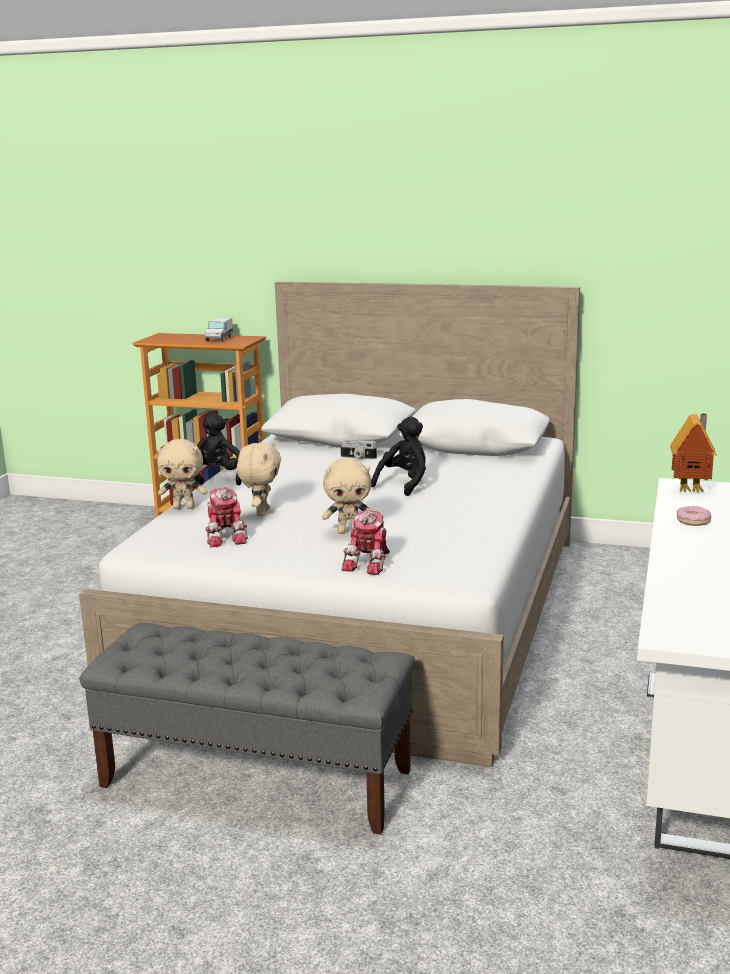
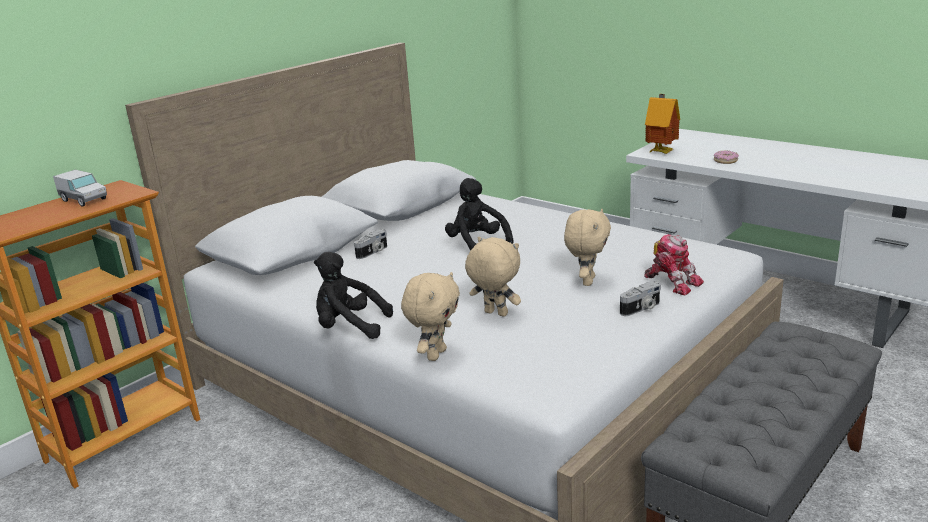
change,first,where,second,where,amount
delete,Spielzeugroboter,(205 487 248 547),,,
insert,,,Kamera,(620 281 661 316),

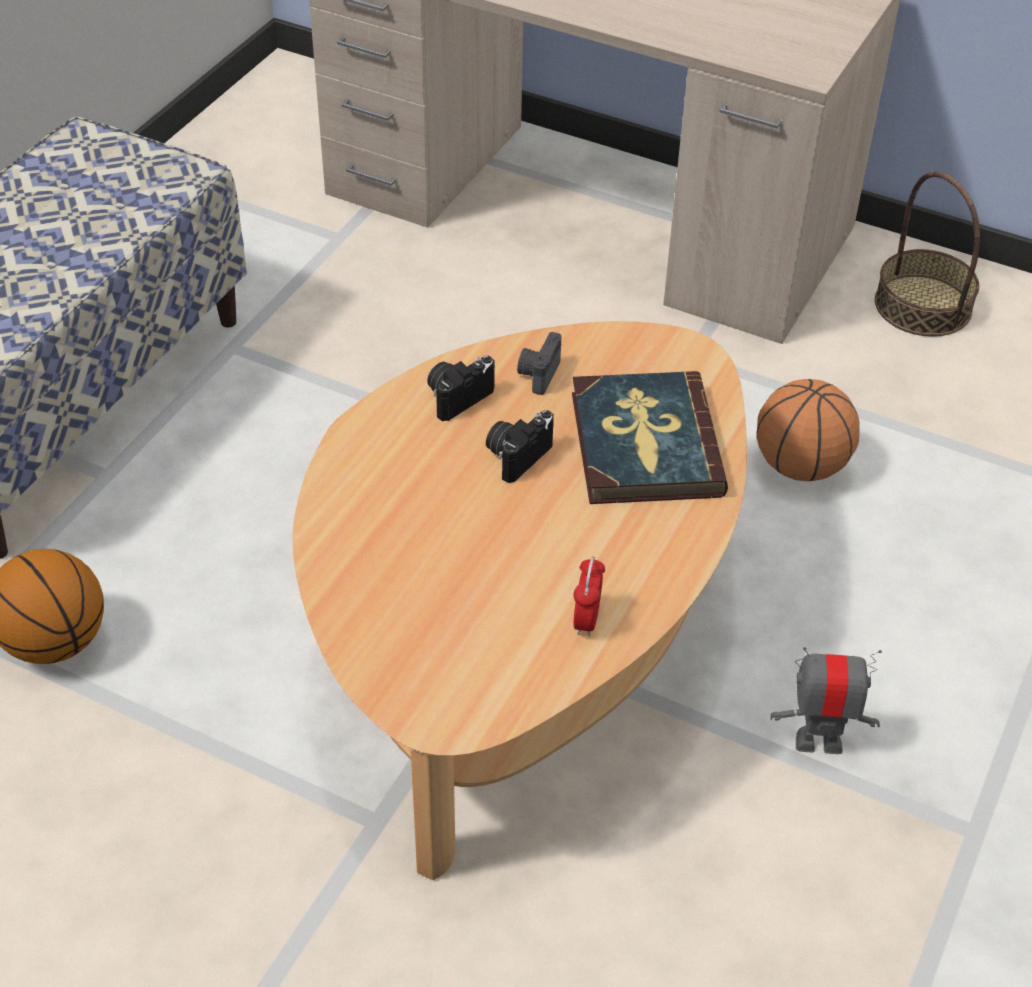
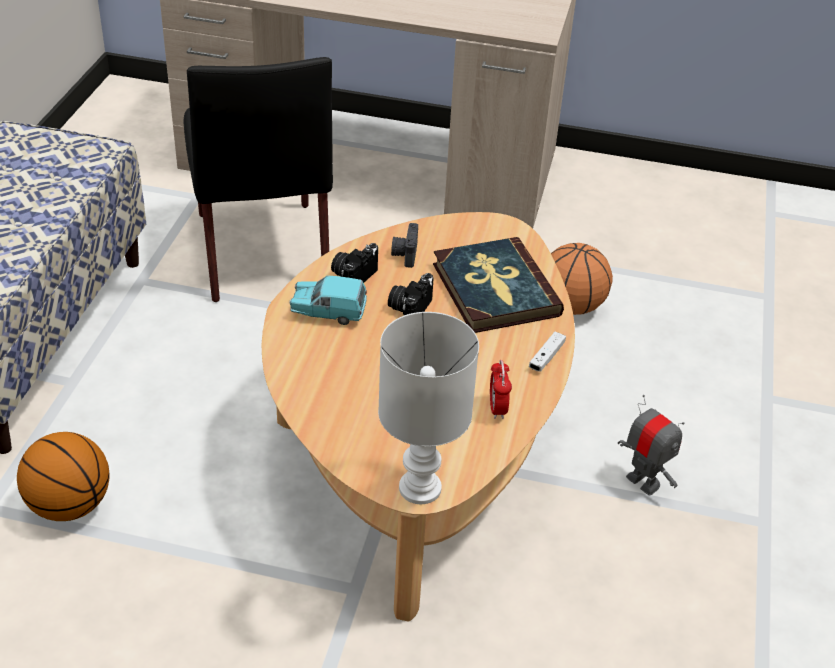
change,first,where,second,where,amount
rotate,Spielzeugroboter,(771 647 882 754),,(618 395 685 496),60 degrees clockwise
delete,Korb,(875 171 980 337),,,
insert,,,Stuhl [schwarz],(183 57 333 302),
insert,,,Spielzeugauto [türkis],(289 276 367 325),
insert,,,Tischlampe [weiß],(378 312 479 504),
insert,,,Gamepad [weiß],(529 332 566 372),

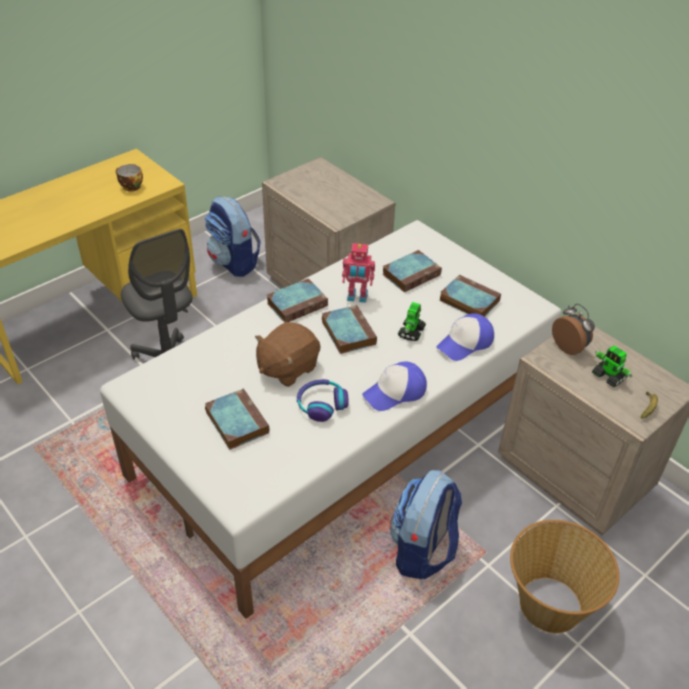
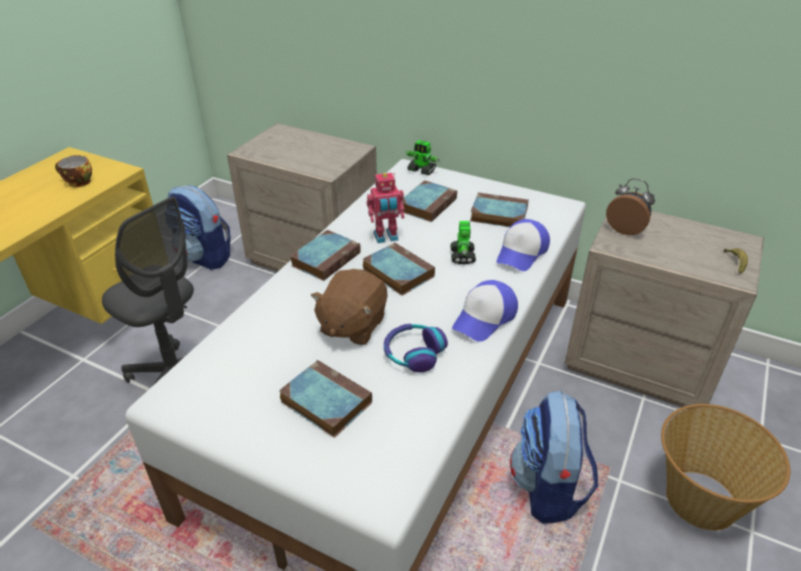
change,first,where,second,where,amount
move,Spielzeugroboter,(592 345 632 387),,(406 140 440 176),

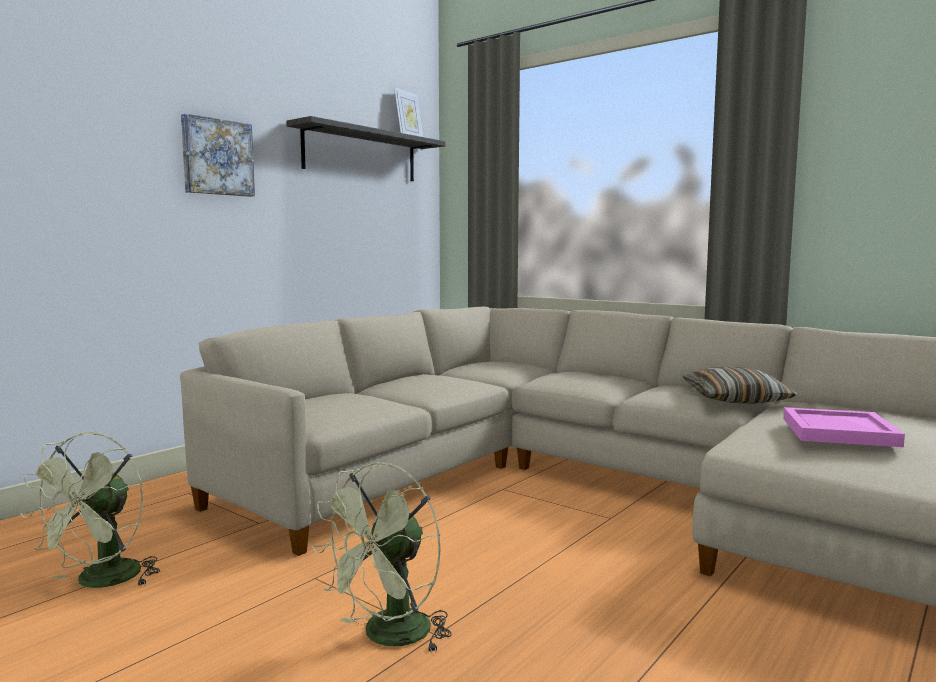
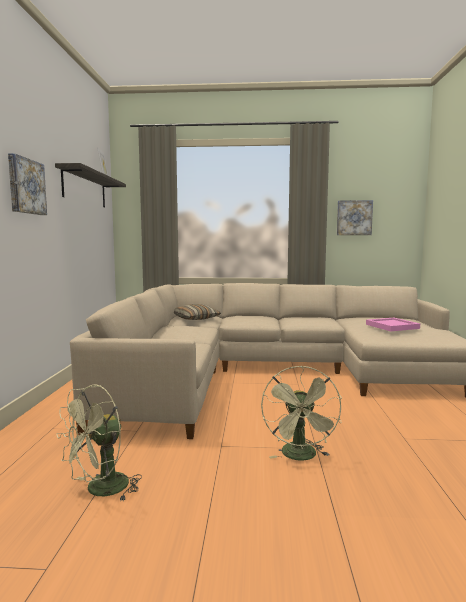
change,first,where,second,where,amount
rotate,Ventilator [grün],(20 432 160 588),,(57 384 142 500),60 degrees clockwise
move,Kissen,(683 367 797 404),,(174 304 221 320),
insert,,,Bild,(337 200 373 235),

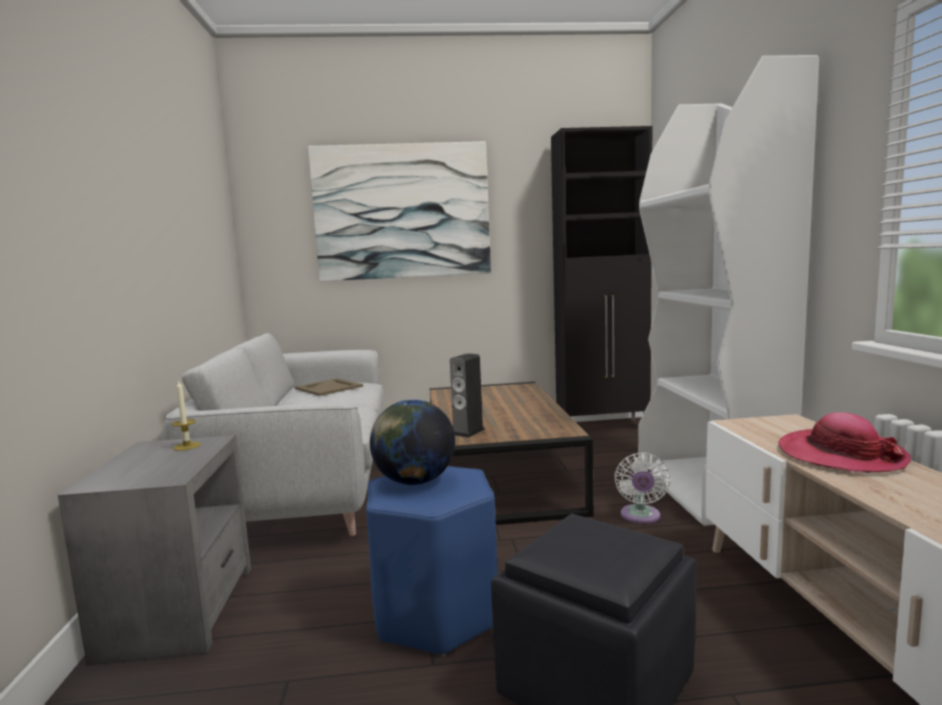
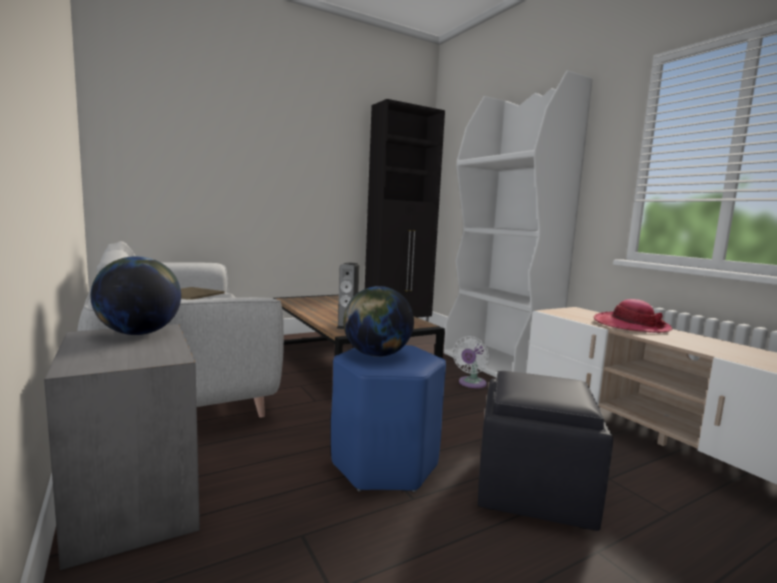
change,first,where,second,where,amount
replace,Kerze,(172 380 201 451),Globus,(90 256 181 335),
delete,Bild,(308 141 491 281),,,
rotate,Ventilator [weiß],(614 453 670 524),,(453 336 490 388),45 degrees clockwise

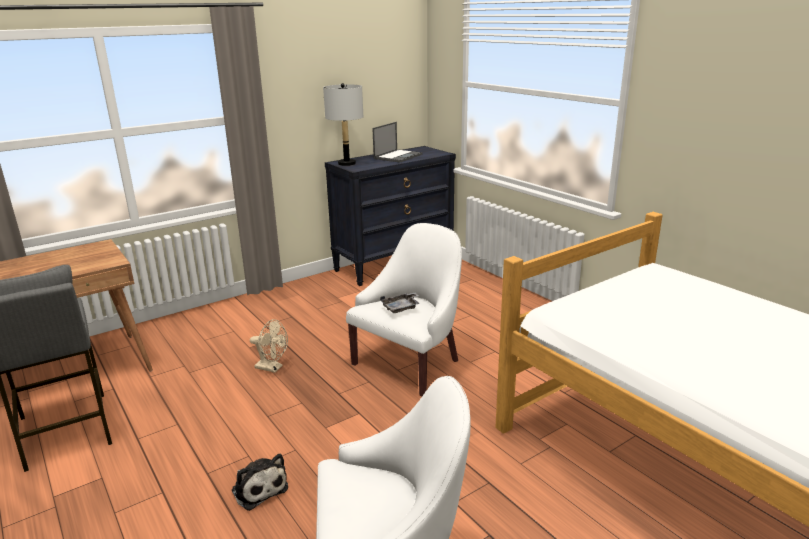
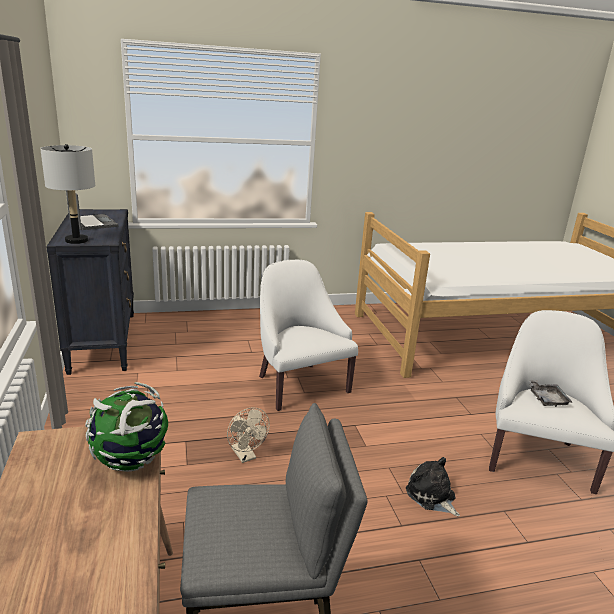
change,first,where,second,where,amount
rotate,Plüschtier,(232 454 288 511),,(406 457 460 516),105 degrees counterclockwise
rotate,Ventilator [beige],(250 319 288 373),,(227 408 270 463),105 degrees clockwise
move,Tablett [grau],(380 292 420 313),,(528 380 573 407),
insert,,,Globus,(85 382 168 472),

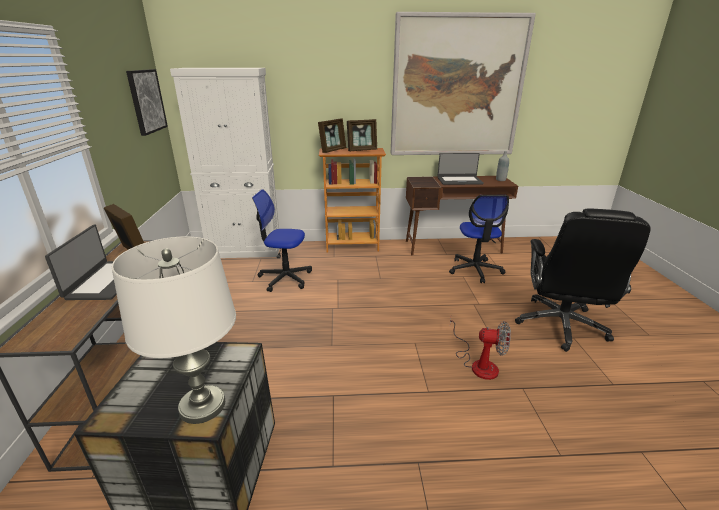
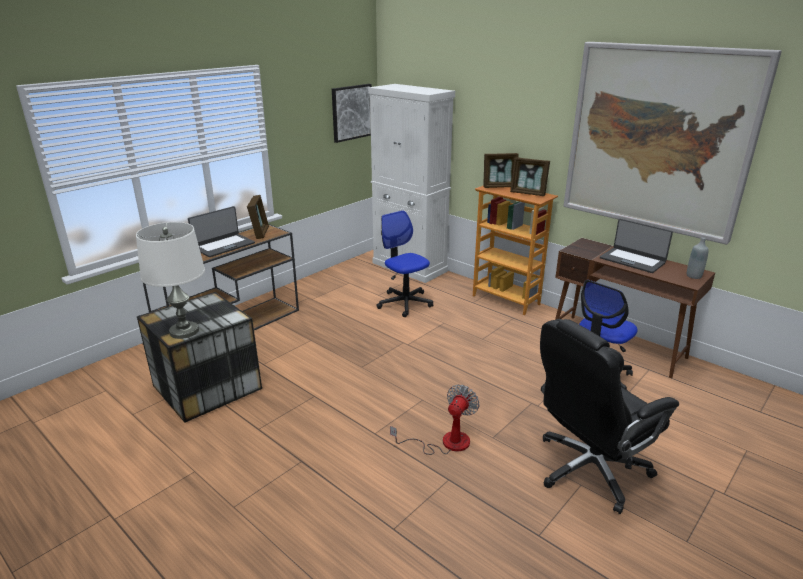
change,first,where,second,where,amount
rotate,Ventilator,(450 319 511 380),,(390 385 480 455),120 degrees counterclockwise

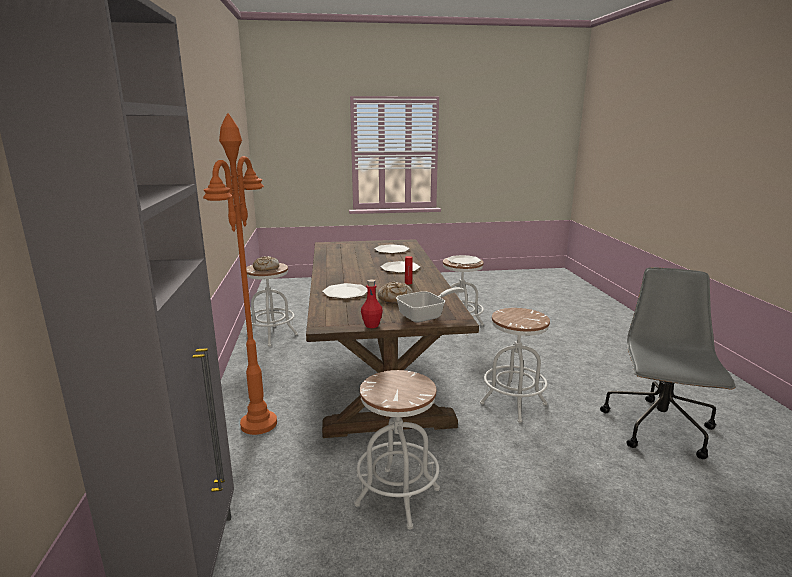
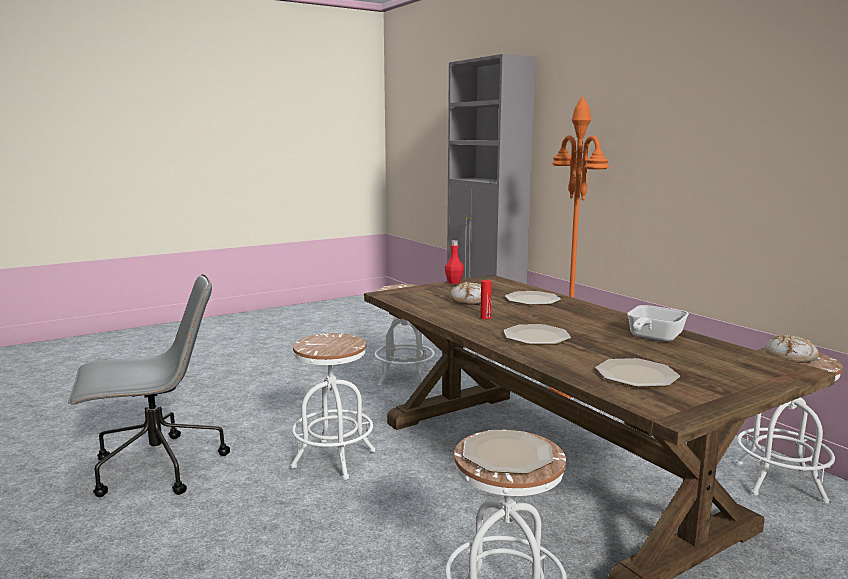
change,first,where,second,where,amount
move,Pfanne,(396 287 464 323),,(627 305 689 342),
rotate,Bürostuhl [grau],(600 267 736 459),,(68 274 230 497),105 degrees counterclockwise

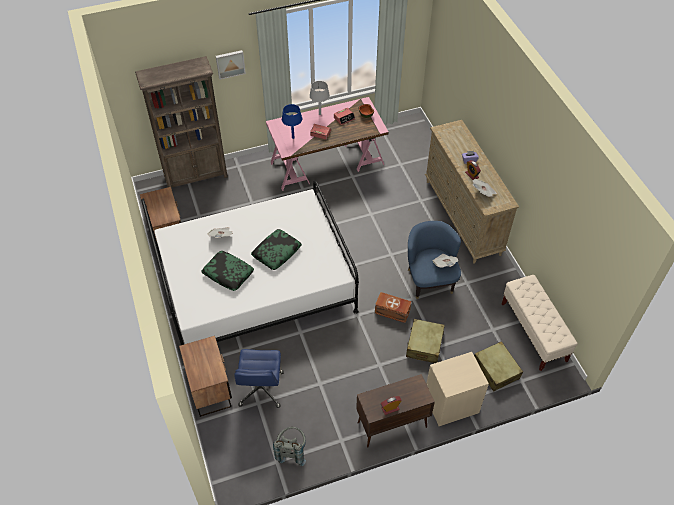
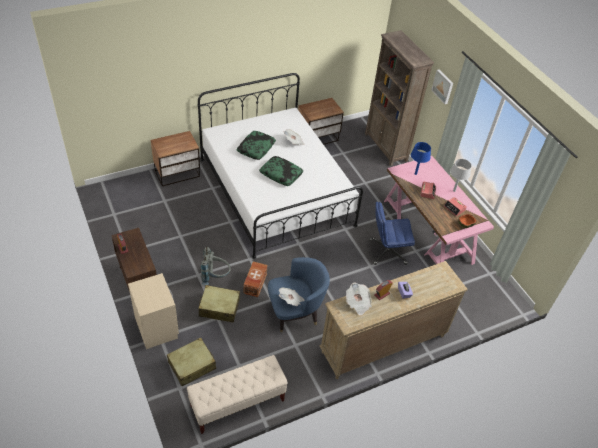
change,first,where,second,where,amount
move,Bürostuhl [blau],(234 349 284 408),,(369 202 415 265),
move,Rucksack [grau],(273 427 306 466),,(200 247 231 285),

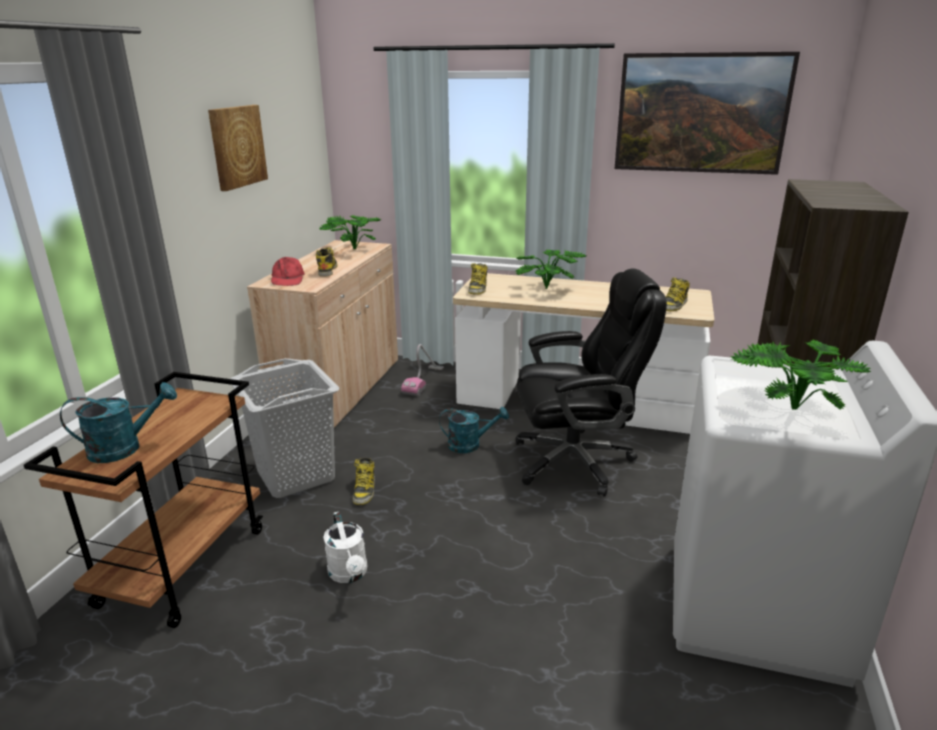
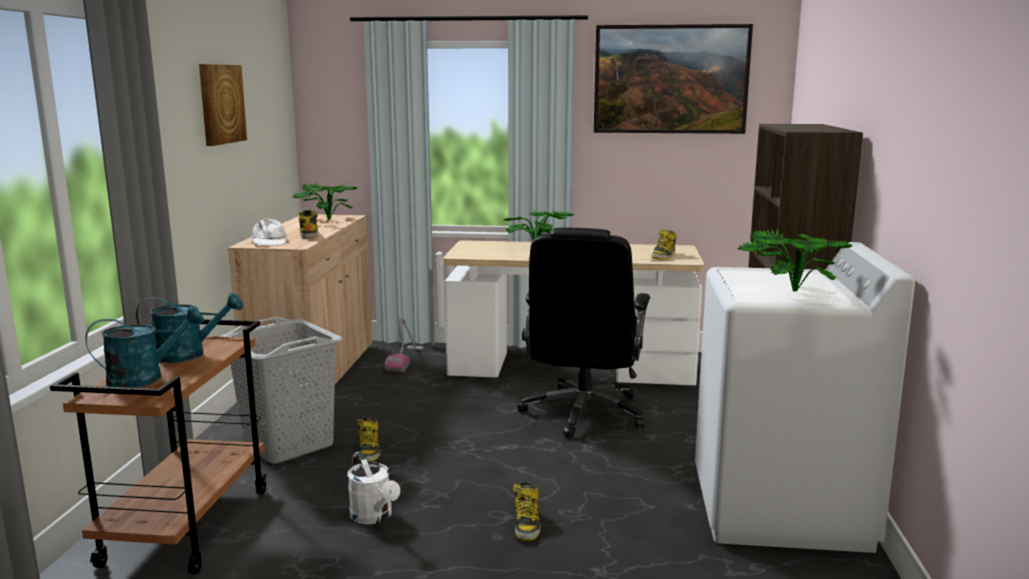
change,first,where,second,where,amount
recolor,Kappe [rot],(271 257 305 286),Kappe [weiß],(251 218 287 246),
move,Gießkanne [türkis],(439 407 509 453),,(136 293 243 363),
move,Stiefel,(468 263 487 295),,(513 482 541 541),
rotate,Bürostuhl [schwarz],(516 269 667 497),,(517 228 650 438),120 degrees clockwise

